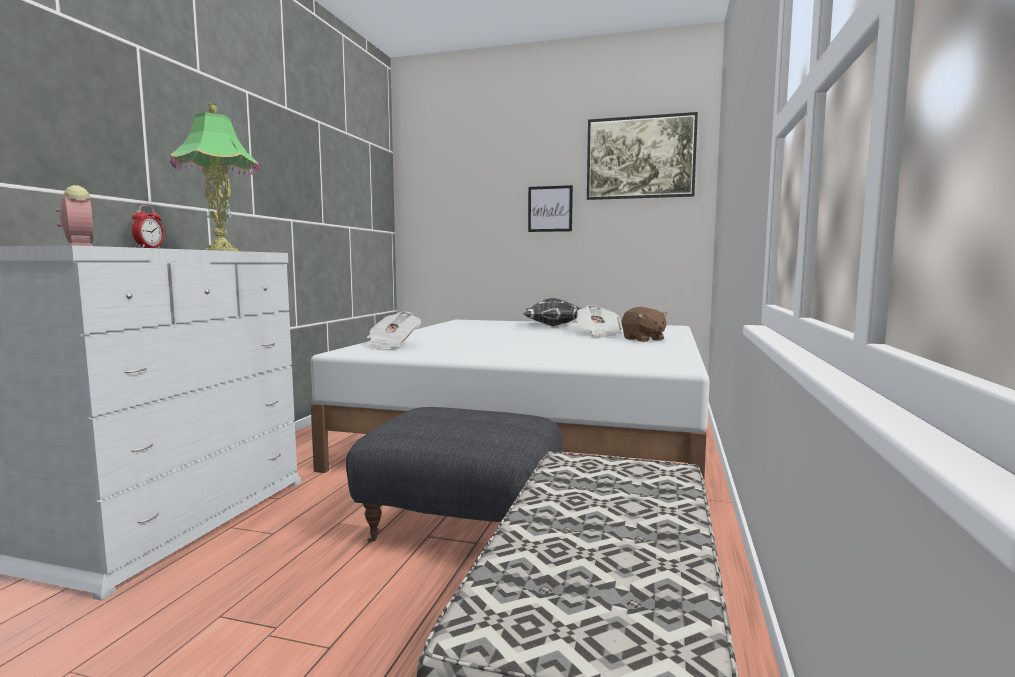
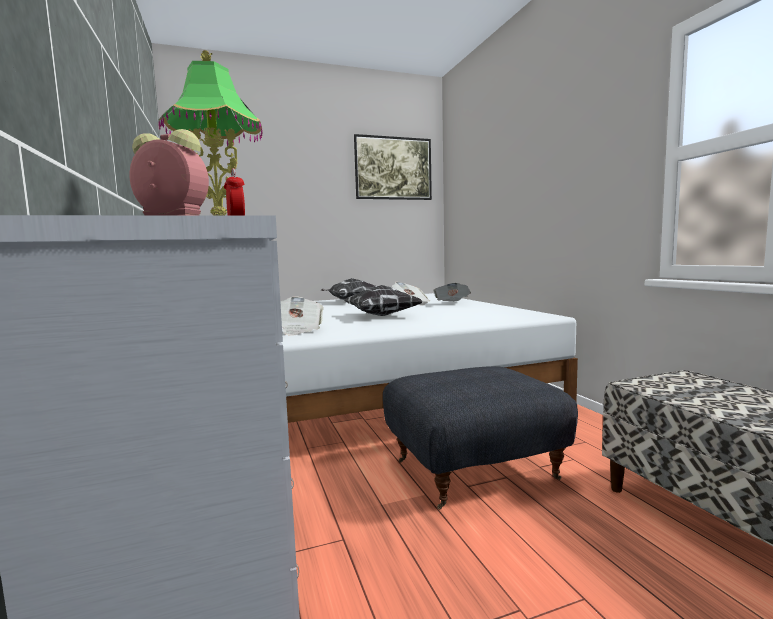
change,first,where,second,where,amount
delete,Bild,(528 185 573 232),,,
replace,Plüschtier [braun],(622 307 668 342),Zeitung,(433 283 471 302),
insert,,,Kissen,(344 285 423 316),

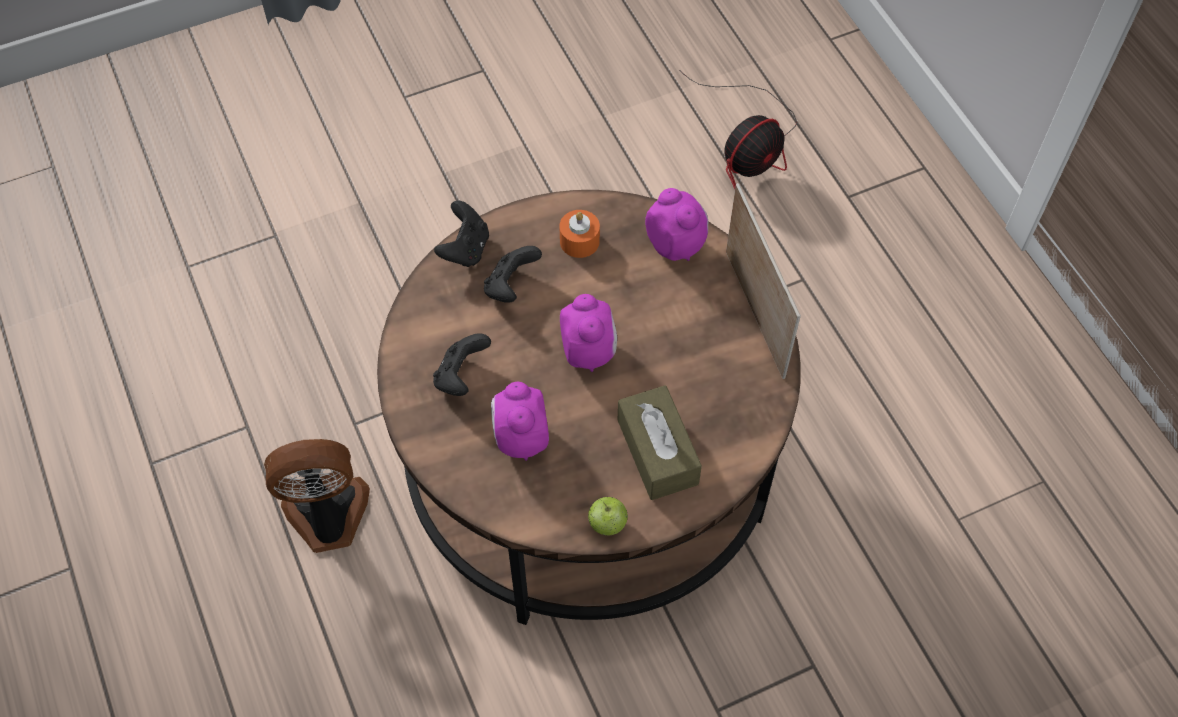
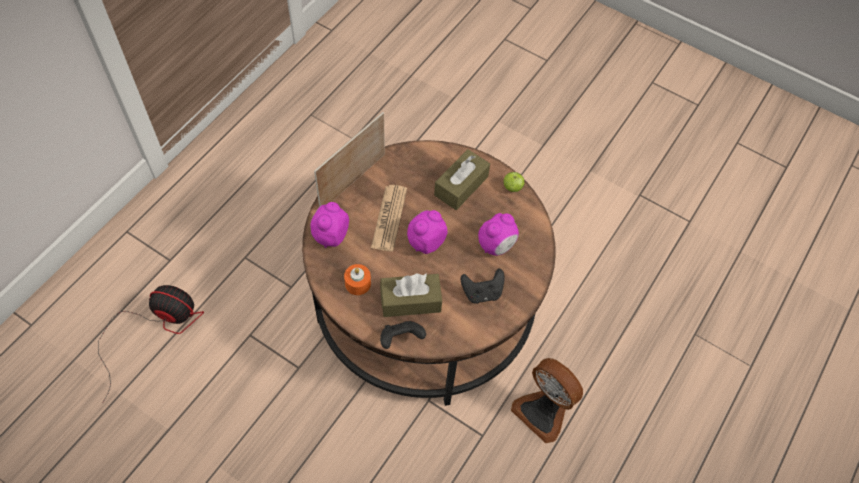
change,first,where,second,where,amount
replace,Gamepad [schwarz],(484 246 542 303),Taschentuchbox [braun],(380 273 442 317),
insert,,,Zeitung,(371 185 407 251),

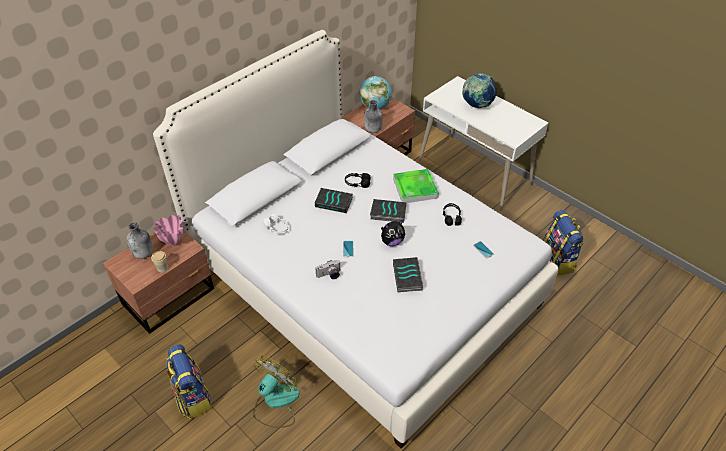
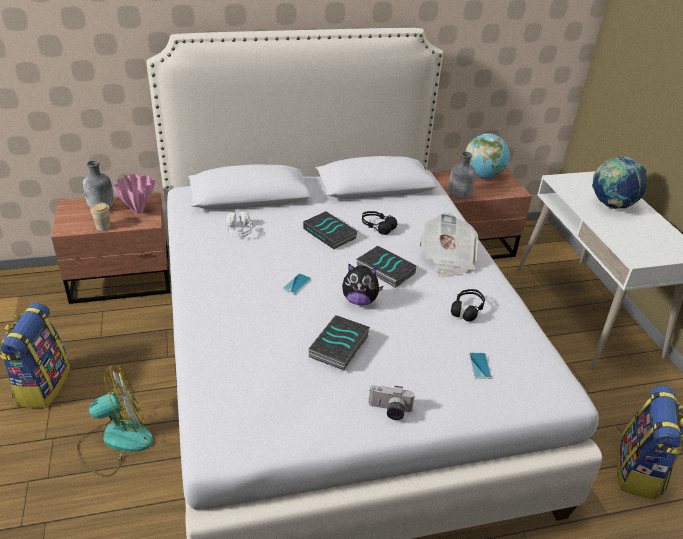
change,first,where,second,where,amount
move,Kamera,(315 260 340 279),,(369 385 415 420),
replace,Tablett,(393 169 439 203),Zeitung,(419 213 478 278),

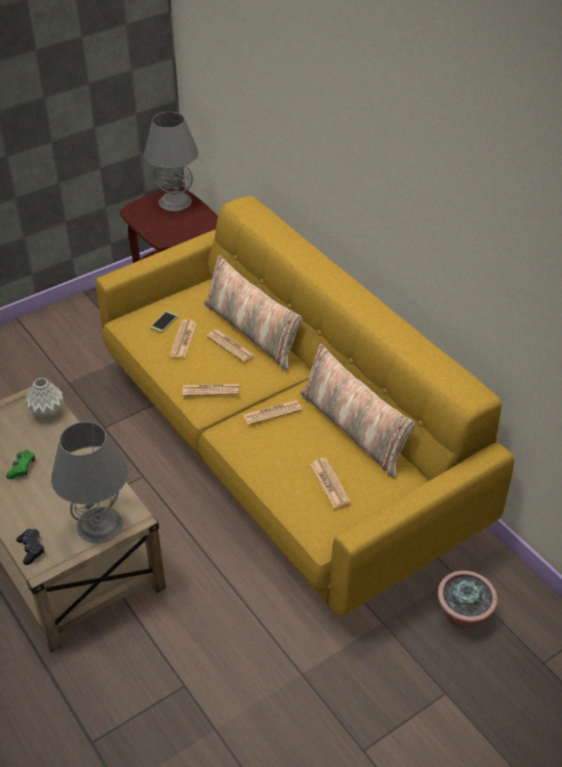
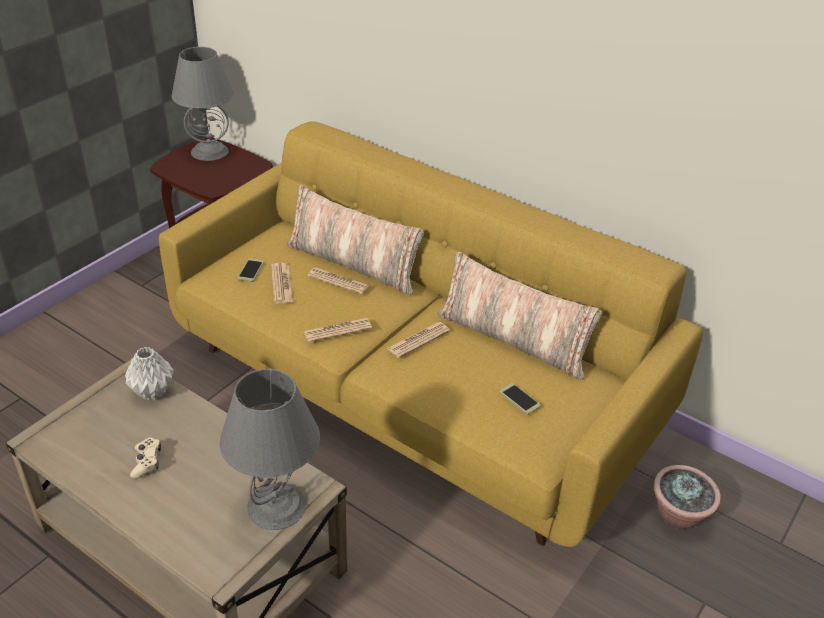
change,first,where,second,where,amount
recolor,Gamepad [grün],(6 450 35 479),Gamepad [beige],(130 438 161 479),
delete,Gamepad [schwarz],(16 529 45 565),,,
replace,Zeitung,(310 458 351 508),Handy,(500 383 541 414),

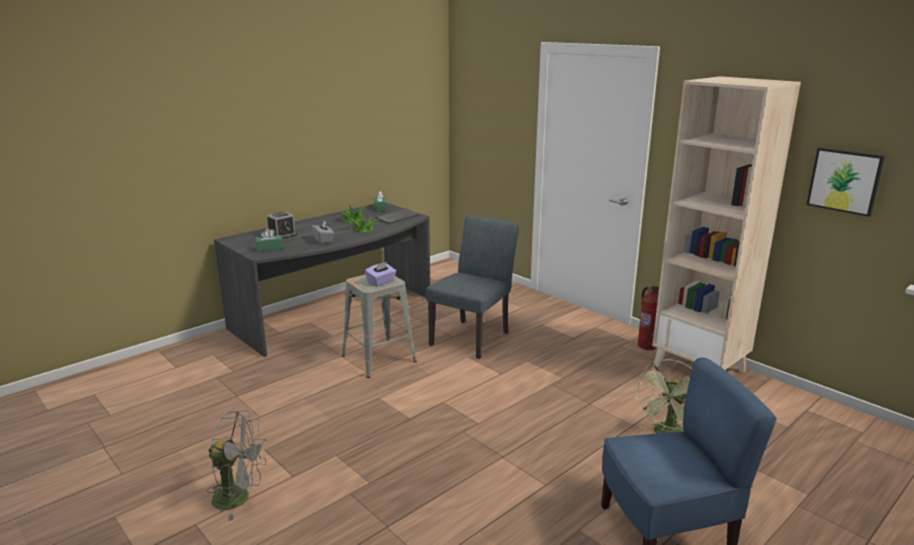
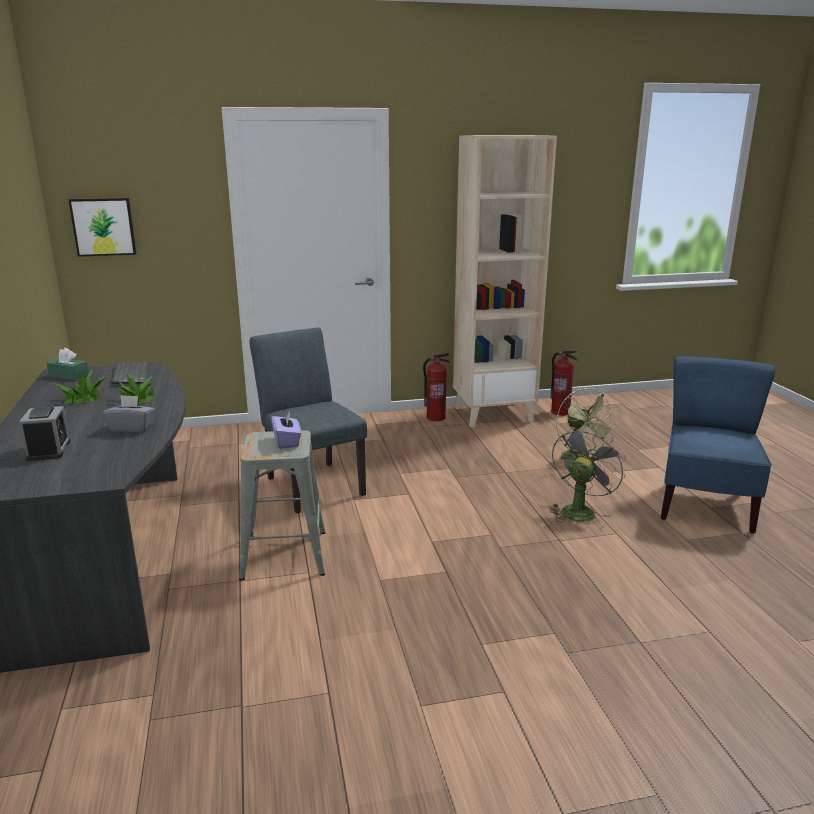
change,first,where,second,where,amount
move,Ventilator [grau],(207 410 266 521),,(549 426 626 522),
delete,Taschentuchbox [grün],(255 228 283 252),,,
move,Bild,(807 147 885 217),,(69 198 137 257),
insert,,,Feuerlöscher,(550 350 577 416),

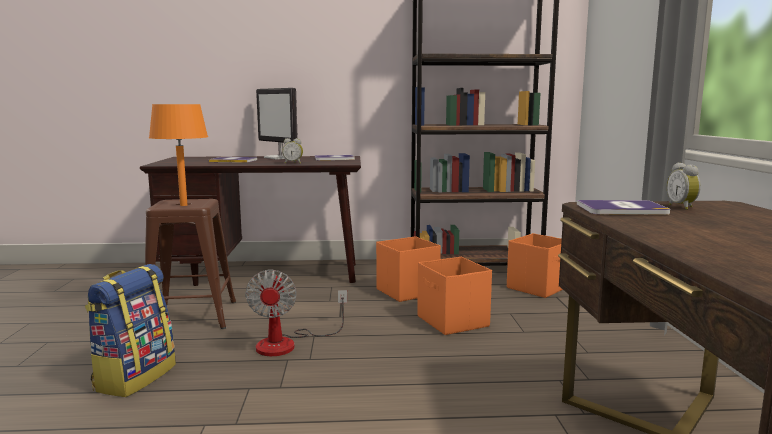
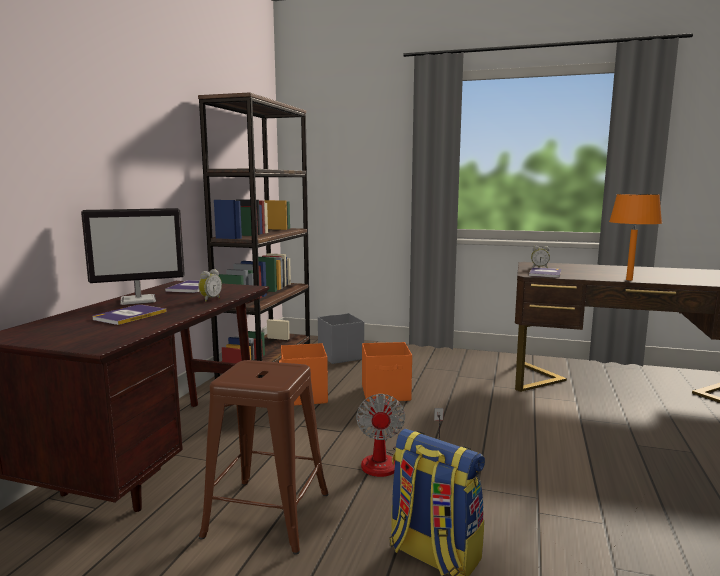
change,first,where,second,where,amount
move,Tischlampe [orange],(149 104 208 206),,(609 194 662 280),
rotate,Ventilator,(245 269 347 356),,(356 394 444 477),75 degrees clockwise
recolor,Aufbewahrungsbox [orange],(507 233 563 298),Aufbewahrungsbox [grau],(318 313 364 364),

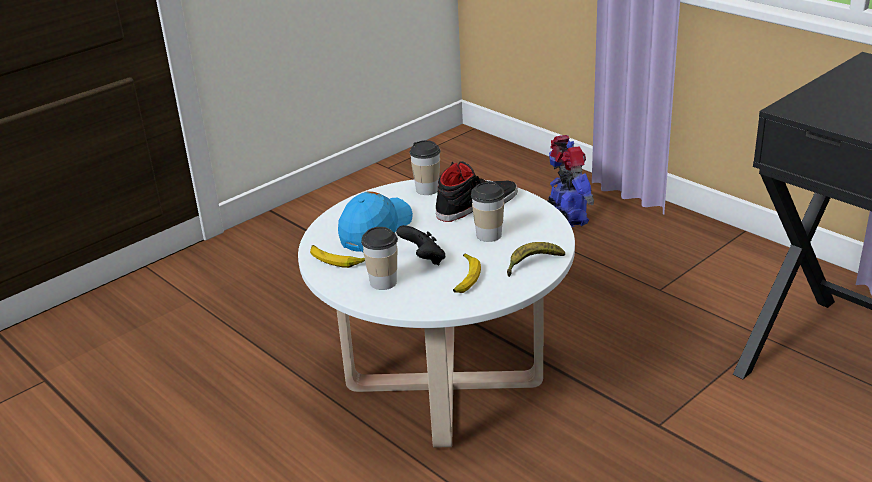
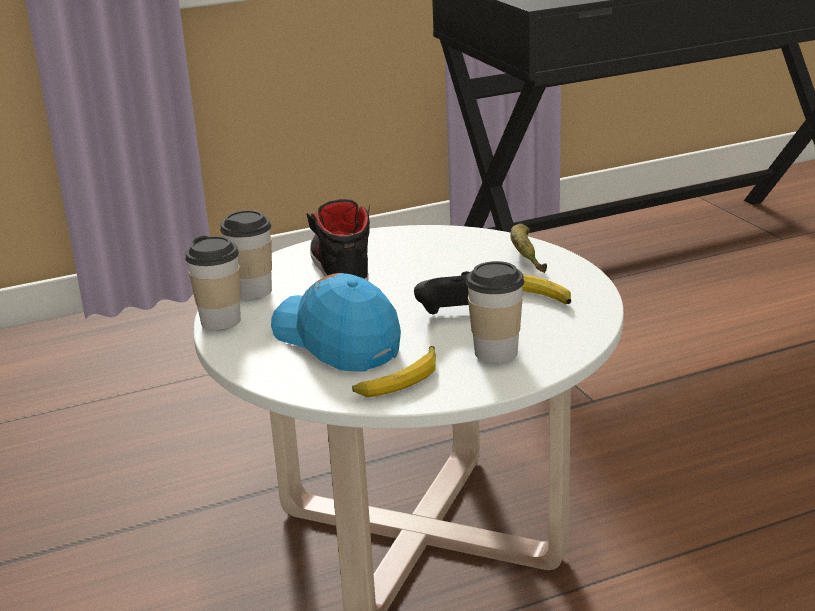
change,first,where,second,where,amount
move,Tasse,(471 181 505 242),,(185 236 241 330),
delete,Spielzeugroboter,(547 135 594 227),,,

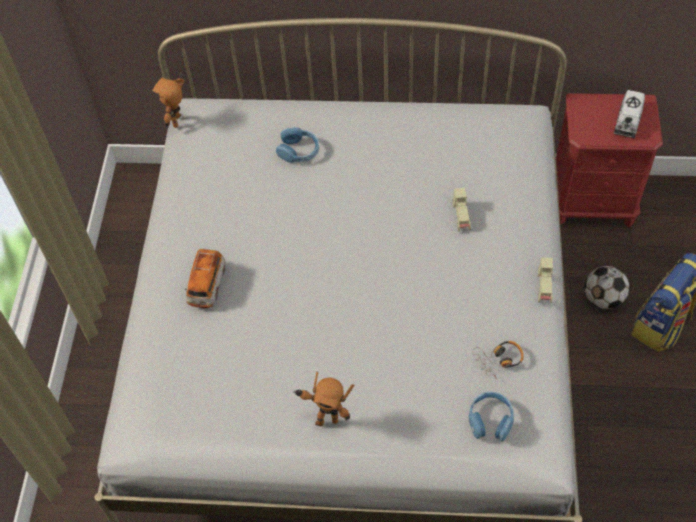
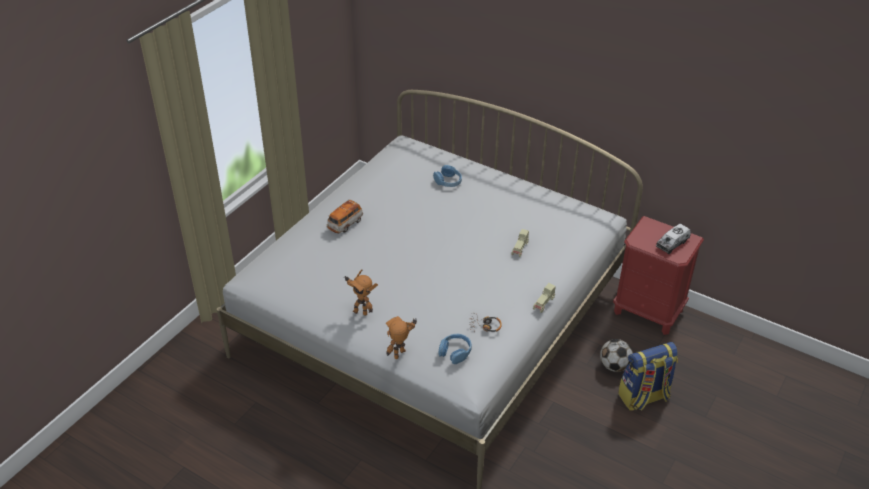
change,first,where,second,where,amount
move,Spielzeugroboter,(152 73 185 128),,(386 316 417 359),

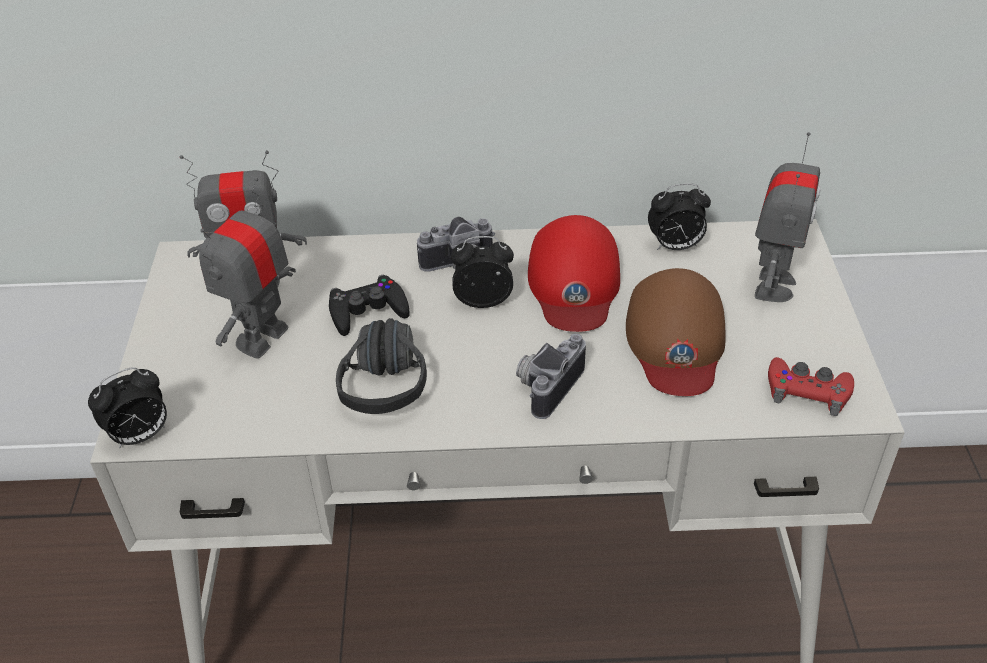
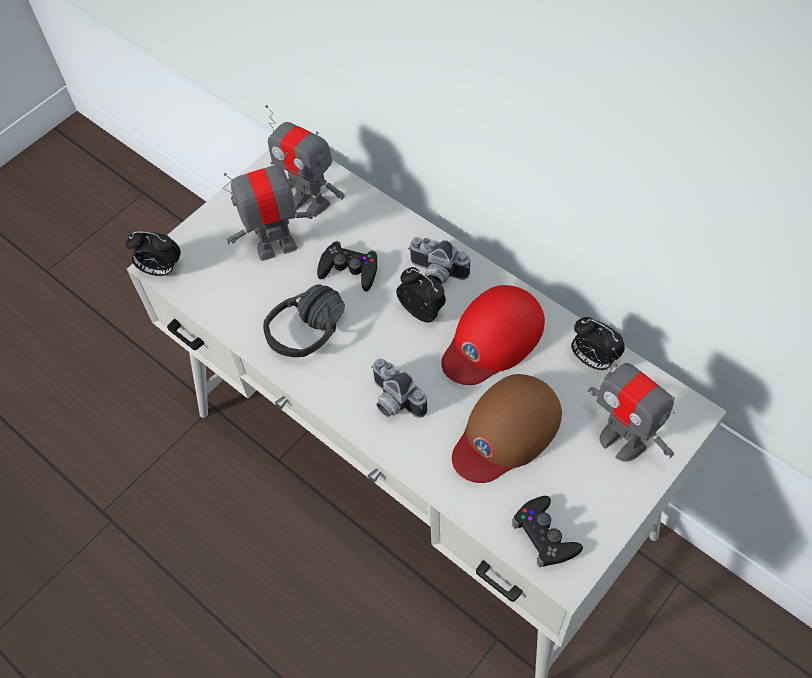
change,first,where,second,where,amount
rotate,Kamera,(516 334 586 419),,(371 359 427 418),120 degrees counterclockwise
rotate,Spielzeugroboter,(755 132 820 302),,(588 347 675 462),75 degrees clockwise
recolor,Gamepad [rot],(768 357 854 416),Gamepad [schwarz],(512 496 583 567),

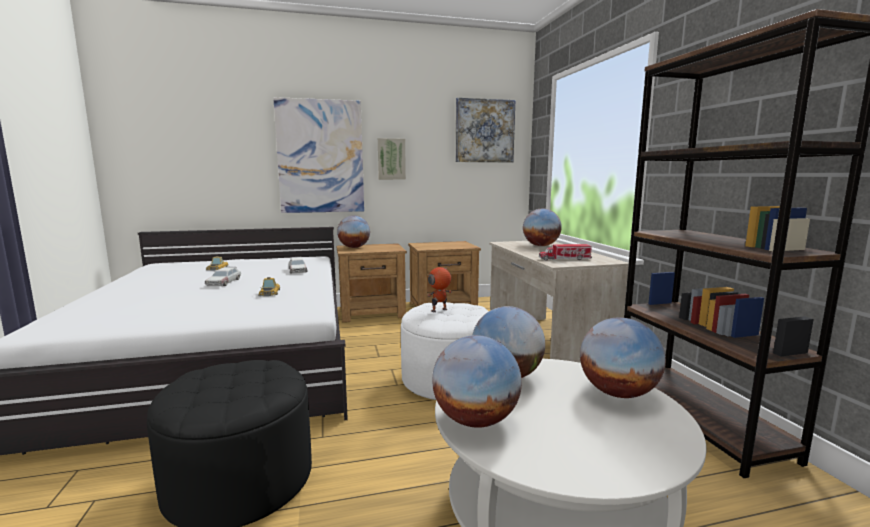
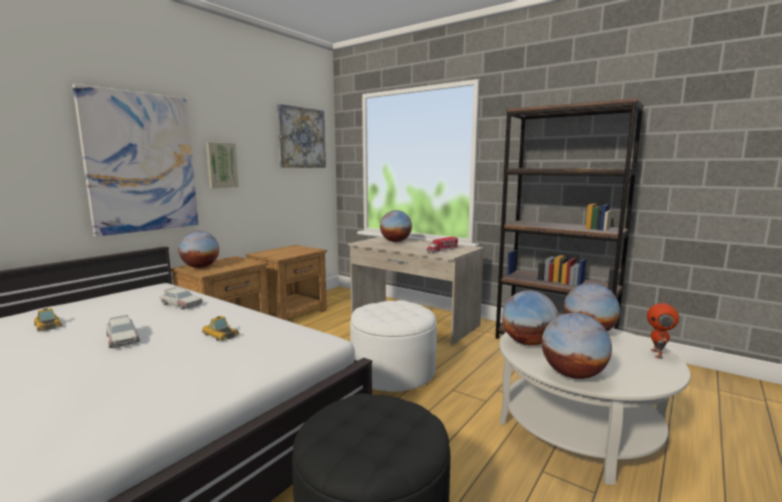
change,first,where,second,where,amount
move,Spielzeugroboter,(428 264 452 312),,(647 296 679 359),

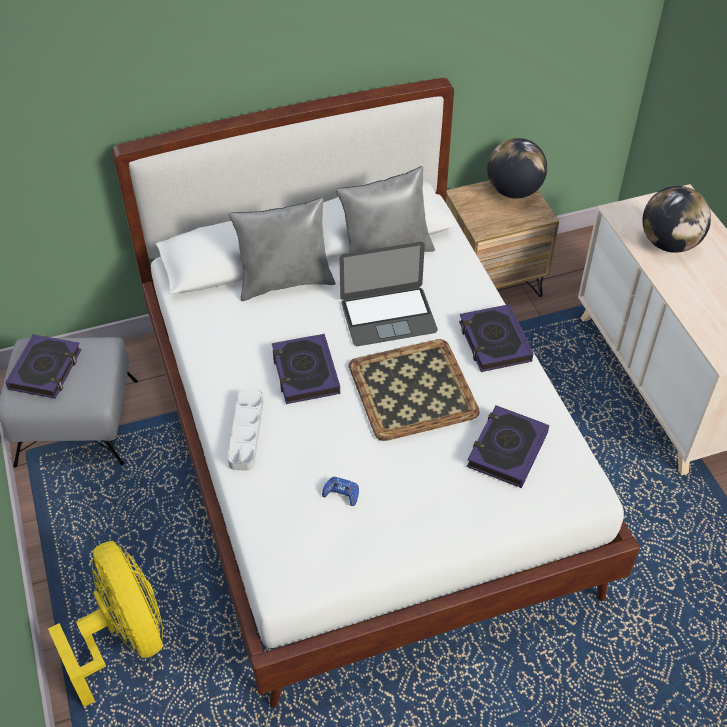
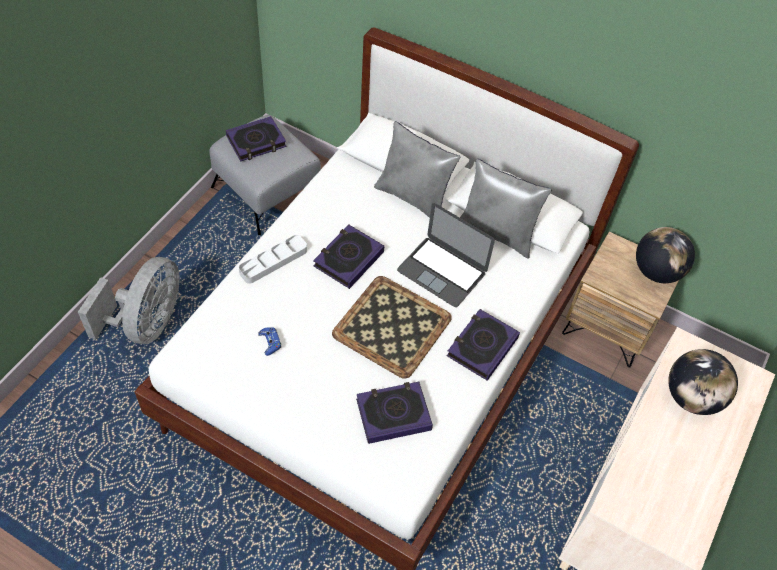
change,first,where,second,where,amount
recolor,Ventilator [gelb],(48 541 163 707),Ventilator [grau],(78 257 180 344),

